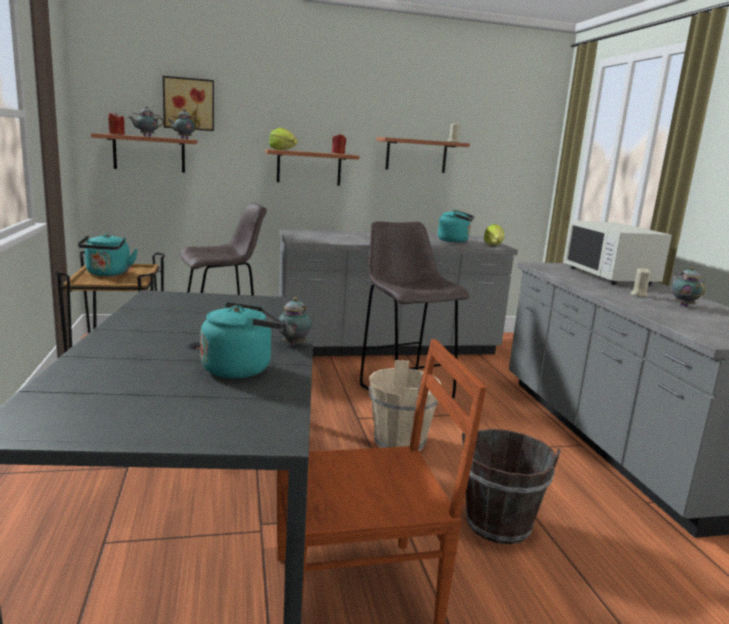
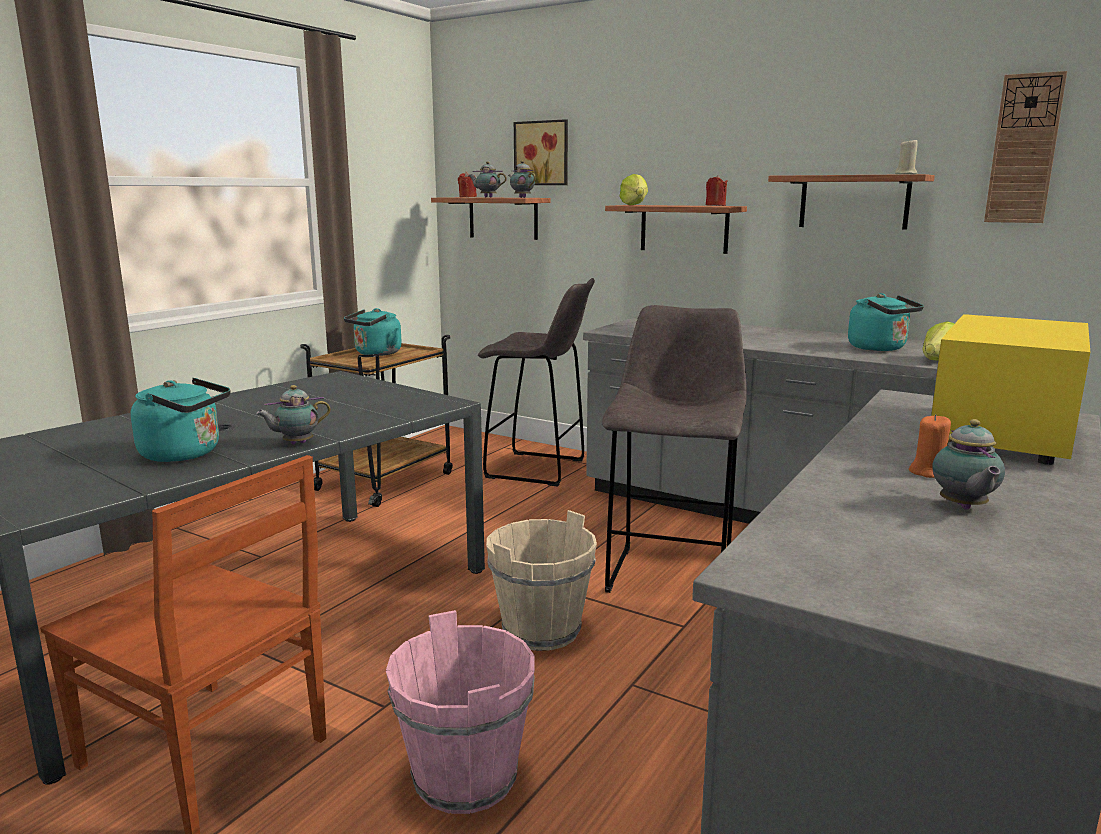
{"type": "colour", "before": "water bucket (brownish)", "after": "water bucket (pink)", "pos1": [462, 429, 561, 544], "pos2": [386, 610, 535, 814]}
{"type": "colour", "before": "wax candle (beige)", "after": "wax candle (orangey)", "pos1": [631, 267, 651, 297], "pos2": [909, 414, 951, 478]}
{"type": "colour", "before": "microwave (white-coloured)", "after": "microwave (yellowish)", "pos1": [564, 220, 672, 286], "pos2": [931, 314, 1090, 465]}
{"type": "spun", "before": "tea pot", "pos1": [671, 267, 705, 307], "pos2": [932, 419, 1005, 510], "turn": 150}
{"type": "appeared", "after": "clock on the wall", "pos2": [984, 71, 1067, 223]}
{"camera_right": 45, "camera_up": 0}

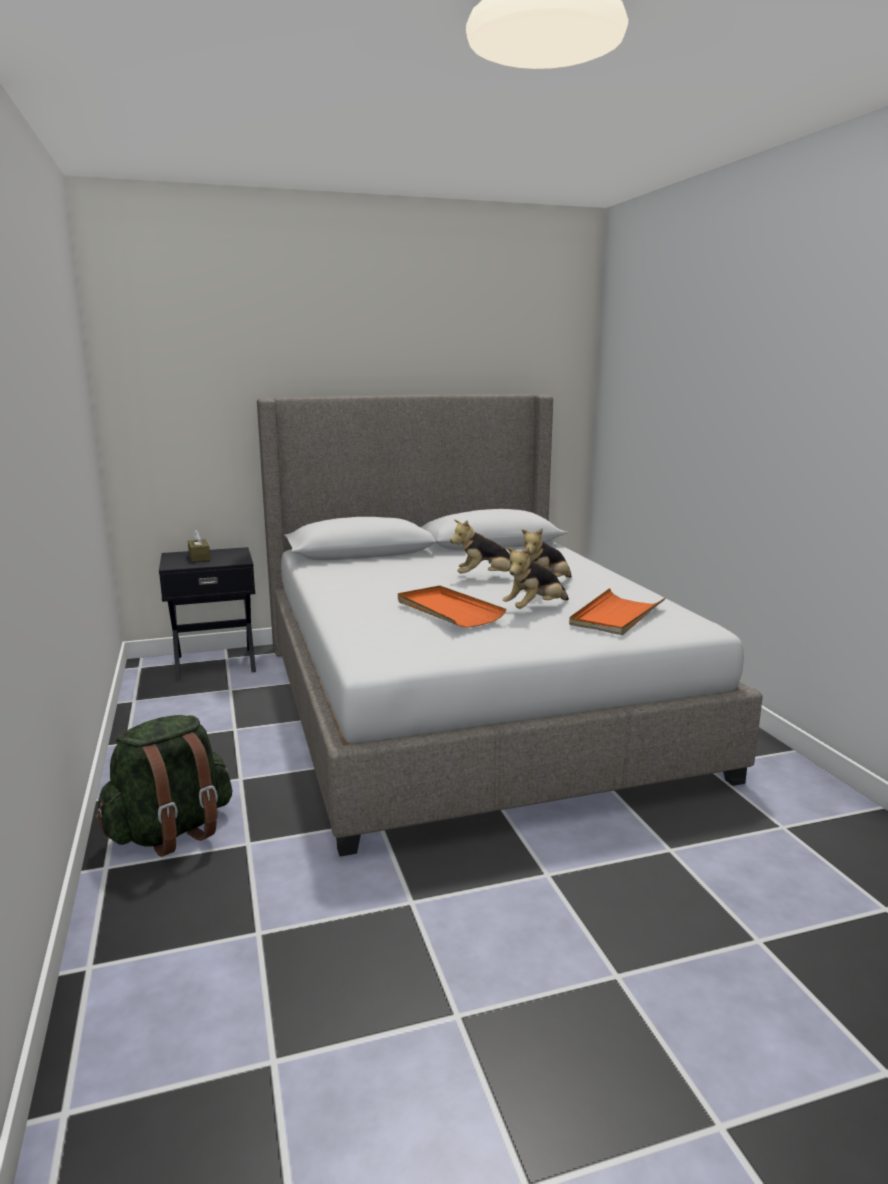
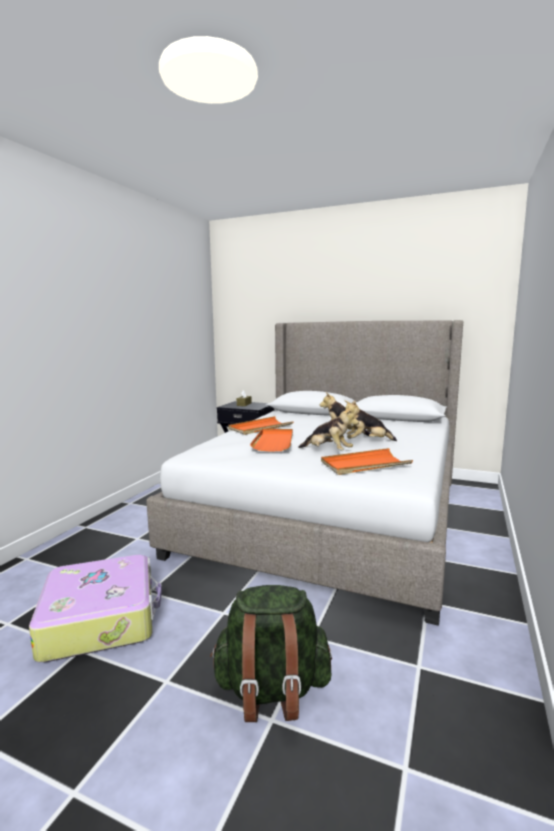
{"type": "appeared", "after": "piece of luggage", "pos2": [29, 555, 162, 662]}
{"type": "relocated", "before": "rucksack (greenish)", "pos1": [95, 715, 233, 857], "pos2": [210, 585, 332, 722]}
{"type": "appeared", "after": "carrying tray (orangey)", "pos2": [228, 416, 294, 435]}
{"type": "spun", "before": "cuddly toy", "pos1": [503, 547, 569, 609], "pos2": [298, 405, 359, 450], "turn": -150}
{"camera_right": 40, "camera_up": -5}

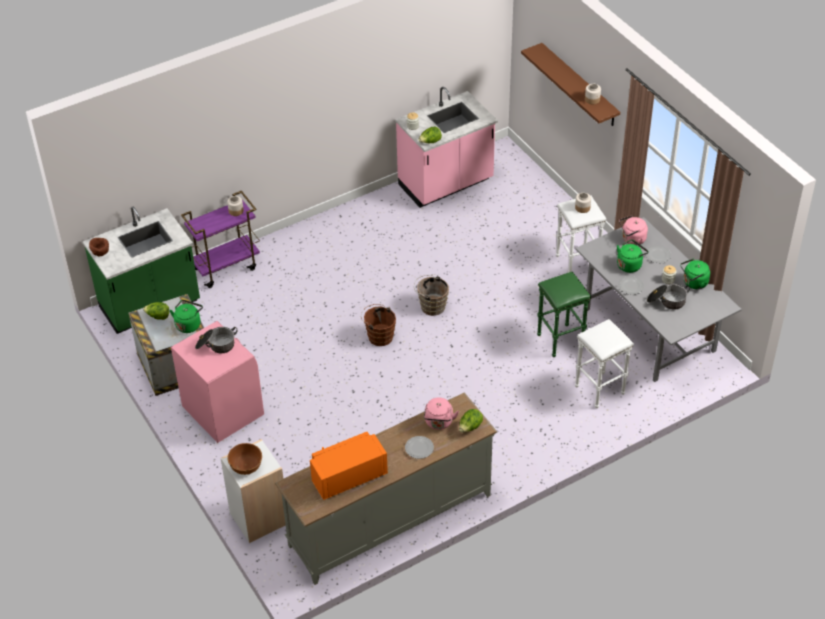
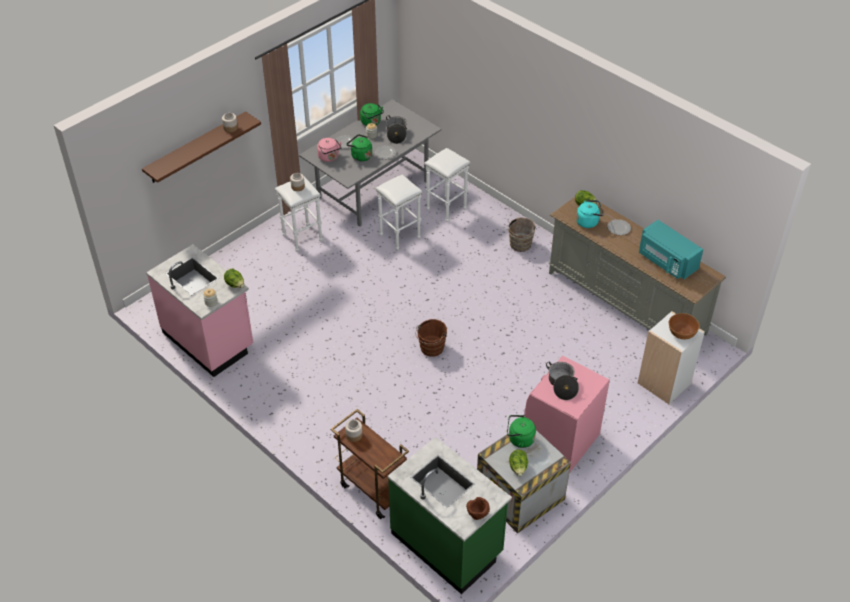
{"type": "colour", "before": "trolley (purplish)", "after": "trolley (brownish)", "pos1": [181, 190, 260, 288], "pos2": [331, 409, 409, 519]}
{"type": "colour", "before": "stool (greenish)", "after": "stool (white-coloured)", "pos1": [537, 272, 591, 357], "pos2": [376, 175, 422, 250]}
{"type": "relocated", "before": "water bucket (brownish)", "pos1": [414, 275, 449, 316], "pos2": [507, 217, 537, 252]}
{"type": "colour", "before": "water kettle (pink)", "after": "water kettle (turquoise-coloured)", "pos1": [424, 397, 459, 430], "pos2": [576, 200, 604, 228]}
{"type": "colour", "before": "microwave (orangey)", "after": "microwave (turquoise-coloured)", "pos1": [310, 432, 388, 500], "pos2": [639, 220, 704, 279]}
{"camera_right": -105, "camera_up": 0}

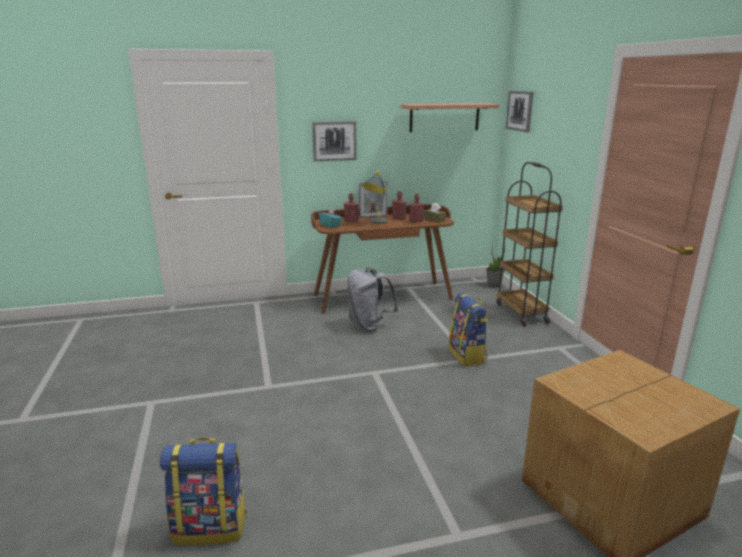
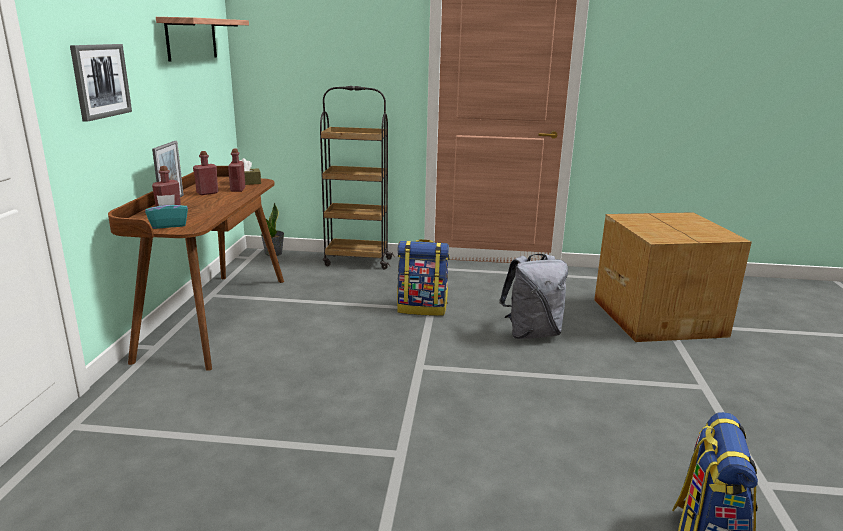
{"type": "relocated", "before": "rucksack (gray)", "pos1": [347, 268, 398, 331], "pos2": [499, 254, 568, 339]}
{"type": "missing", "before": "tabletop lamp (gray)", "pos1": [362, 171, 388, 224]}
{"type": "missing", "before": "wall art", "pos1": [506, 91, 534, 132]}
{"camera_right": -70, "camera_up": 0}

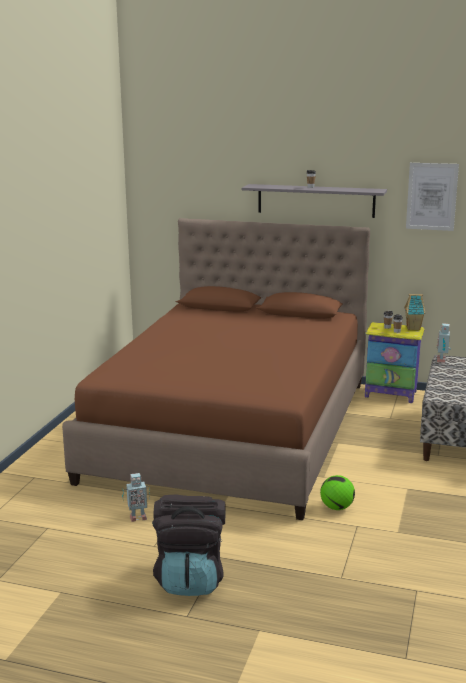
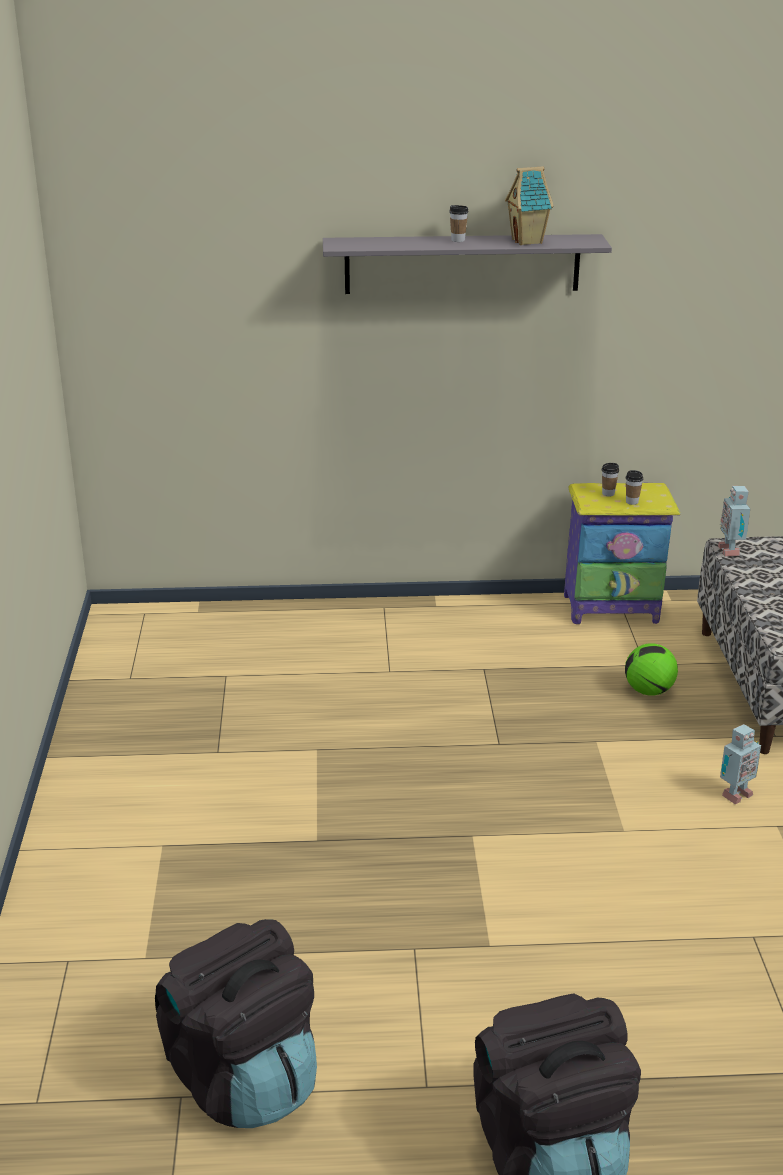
{"type": "appeared", "after": "rucksack (blackish)", "pos2": [155, 919, 317, 1128]}
{"type": "relocated", "before": "toy house", "pos1": [404, 294, 425, 330], "pos2": [505, 166, 554, 245]}
{"type": "relocated", "before": "football", "pos1": [320, 475, 355, 510], "pos2": [625, 643, 678, 695]}
{"type": "relocated", "before": "robot figure", "pos1": [122, 473, 150, 522], "pos2": [720, 724, 761, 805]}
{"type": "missing", "before": "sleeping bed (brownish)", "pos1": [62, 218, 370, 520]}
{"type": "missing", "before": "wall art", "pos1": [406, 163, 459, 231]}
{"camera_right": -20, "camera_up": 10}

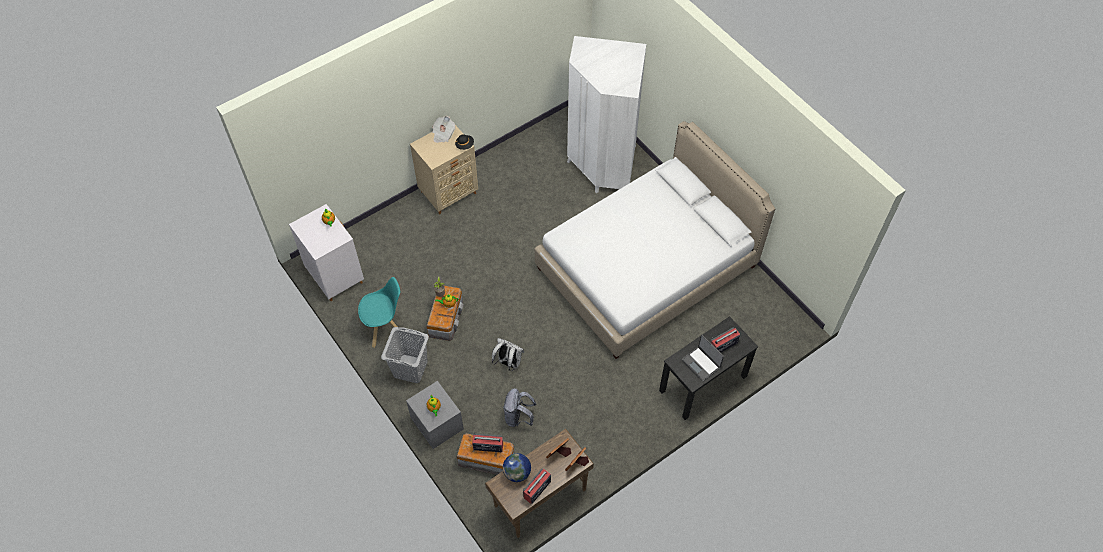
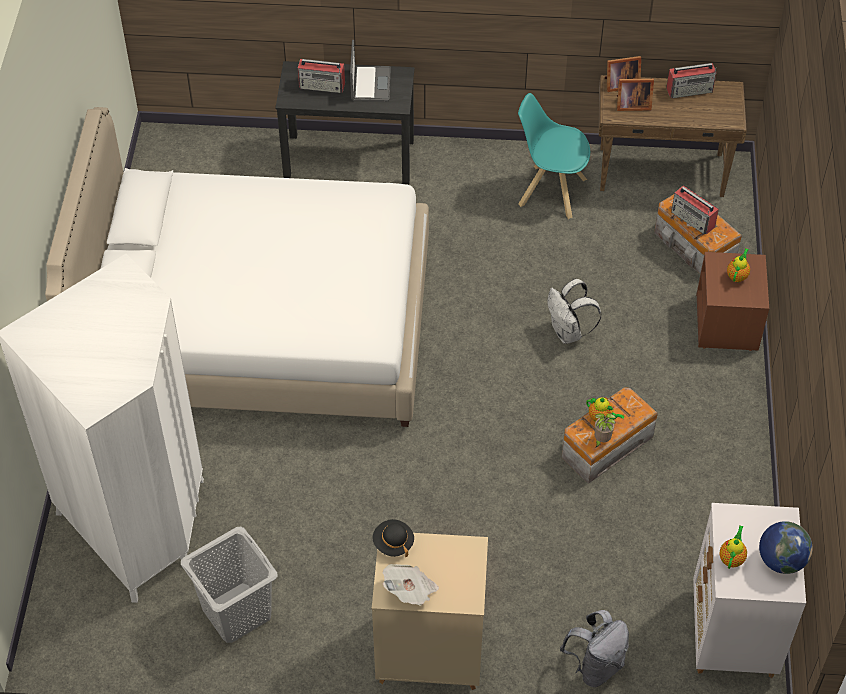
{"type": "relocated", "before": "washing basket (gray)", "pos1": [381, 327, 429, 383], "pos2": [181, 527, 278, 643]}
{"type": "relocated", "before": "chair (turquoise-coloured)", "pos1": [358, 277, 400, 348], "pos2": [518, 93, 590, 219]}
{"type": "relocated", "before": "rucksack (gray)", "pos1": [503, 388, 536, 427], "pos2": [560, 610, 629, 687]}
{"type": "colour", "before": "nightstand (gray)", "after": "nightstand (brownish)", "pos1": [406, 381, 464, 449], "pos2": [696, 252, 769, 351]}
{"type": "relocated", "before": "desk globe", "pos1": [503, 453, 531, 482], "pos2": [759, 521, 813, 574]}
{"camera_right": -140, "camera_up": -5}

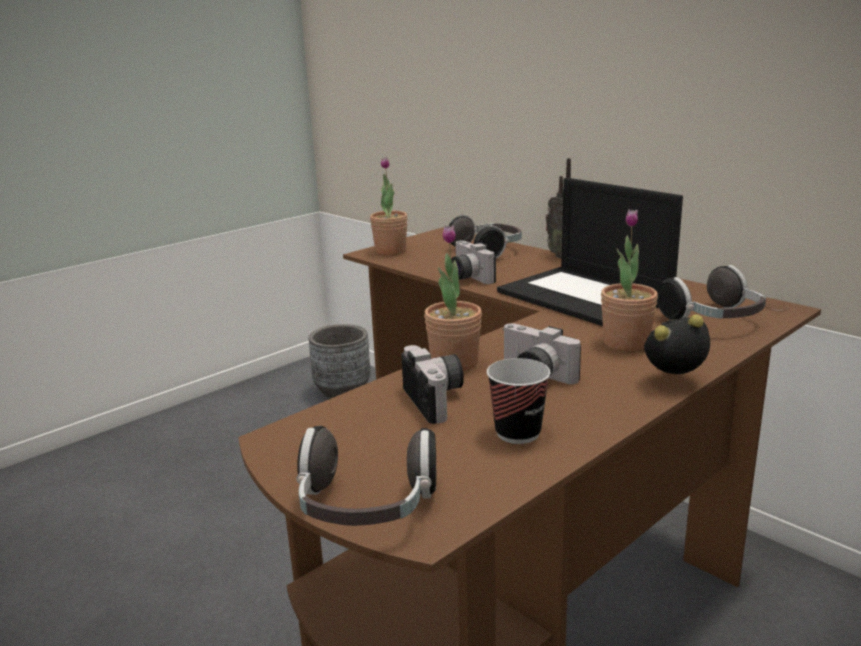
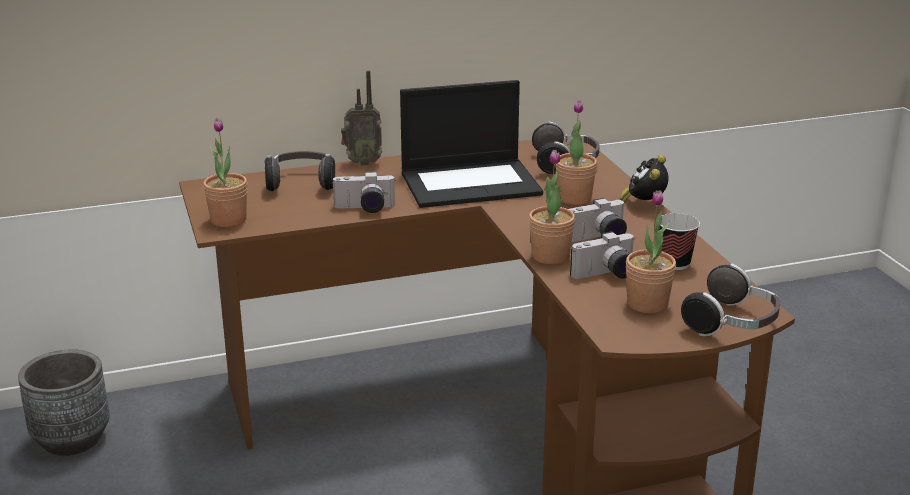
{"type": "spun", "before": "photo camera", "pos1": [401, 345, 464, 424], "pos2": [570, 231, 635, 279], "turn": 150}
{"type": "appeared", "after": "plant in a pot", "pos2": [626, 190, 676, 314]}
{"camera_right": -65, "camera_up": 5}

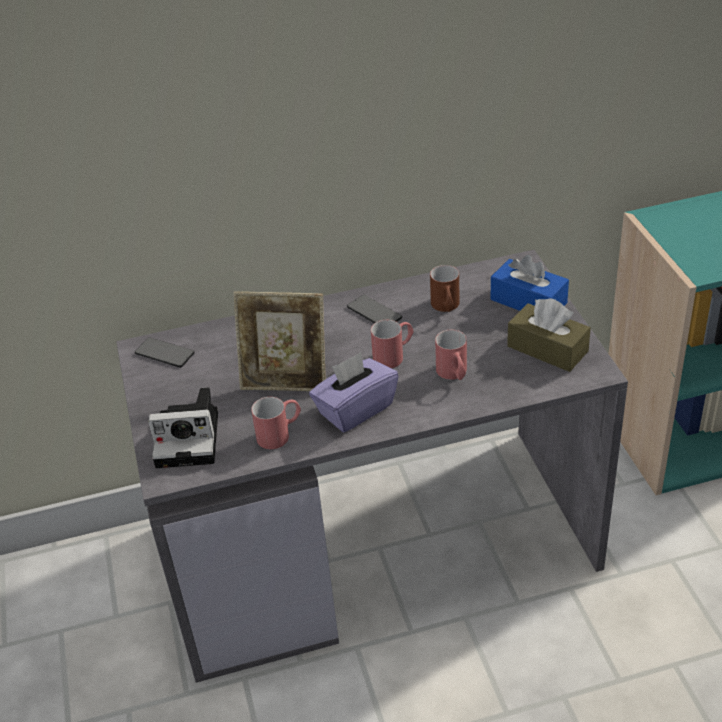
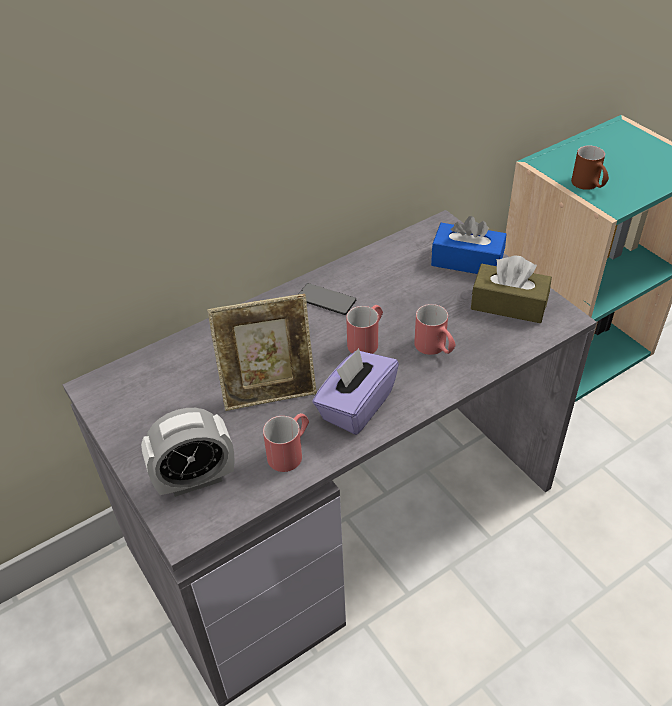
{"type": "exchanged", "before": "photo camera", "after": "alarm clock", "pos1": [148, 387, 218, 468], "pos2": [141, 408, 235, 497]}
{"type": "relocated", "before": "tea mug (brownish)", "pos1": [430, 265, 459, 312], "pos2": [571, 146, 609, 190]}
{"type": "missing", "before": "phone", "pos1": [135, 338, 195, 368]}
{"camera_right": -20, "camera_up": 5}

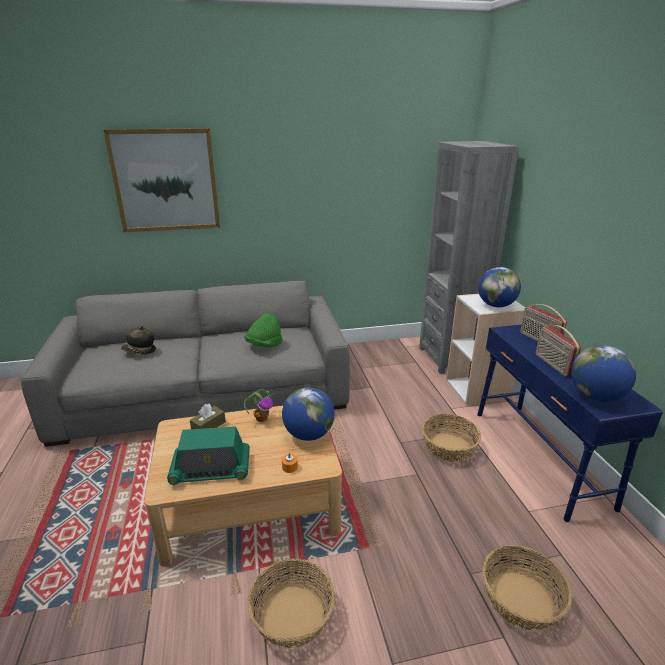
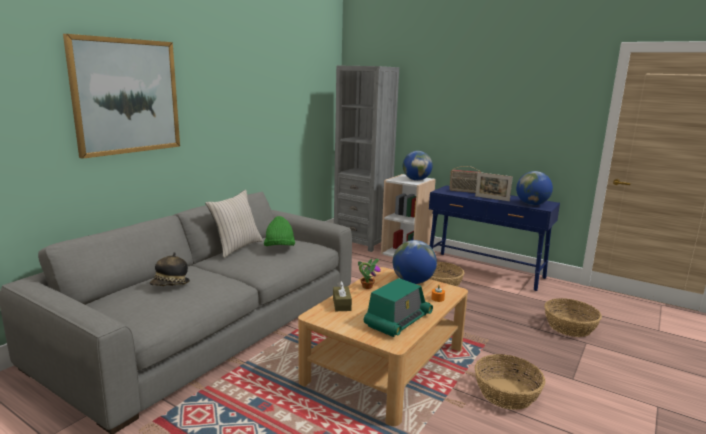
{"type": "appeared", "after": "pillow (beige)", "pos2": [205, 190, 263, 258]}
{"type": "exchanged", "before": "radio set", "after": "picture frame", "pos1": [536, 325, 581, 377], "pos2": [475, 172, 513, 201]}
{"camera_right": -45, "camera_up": -10}

